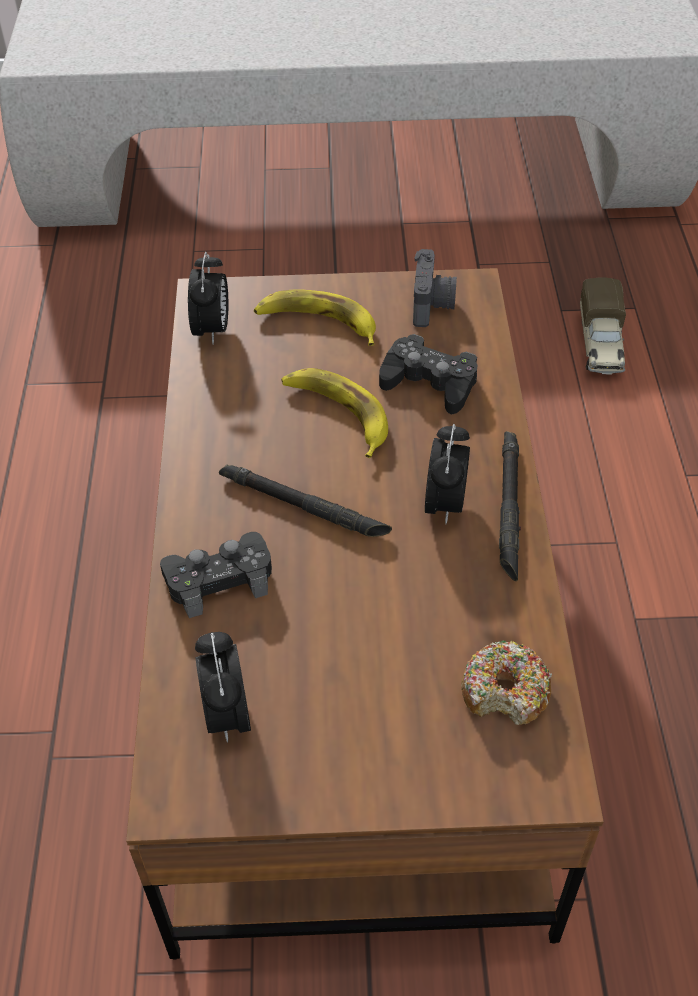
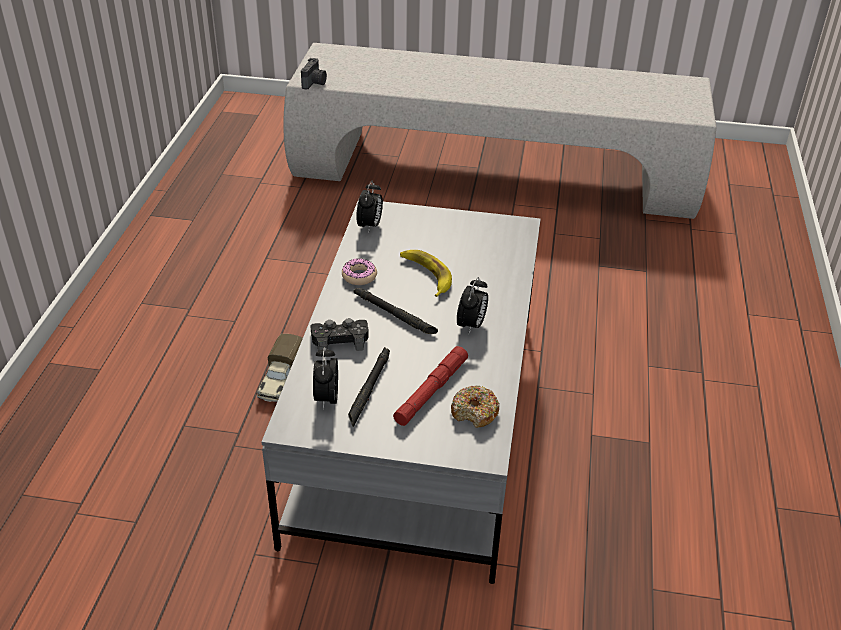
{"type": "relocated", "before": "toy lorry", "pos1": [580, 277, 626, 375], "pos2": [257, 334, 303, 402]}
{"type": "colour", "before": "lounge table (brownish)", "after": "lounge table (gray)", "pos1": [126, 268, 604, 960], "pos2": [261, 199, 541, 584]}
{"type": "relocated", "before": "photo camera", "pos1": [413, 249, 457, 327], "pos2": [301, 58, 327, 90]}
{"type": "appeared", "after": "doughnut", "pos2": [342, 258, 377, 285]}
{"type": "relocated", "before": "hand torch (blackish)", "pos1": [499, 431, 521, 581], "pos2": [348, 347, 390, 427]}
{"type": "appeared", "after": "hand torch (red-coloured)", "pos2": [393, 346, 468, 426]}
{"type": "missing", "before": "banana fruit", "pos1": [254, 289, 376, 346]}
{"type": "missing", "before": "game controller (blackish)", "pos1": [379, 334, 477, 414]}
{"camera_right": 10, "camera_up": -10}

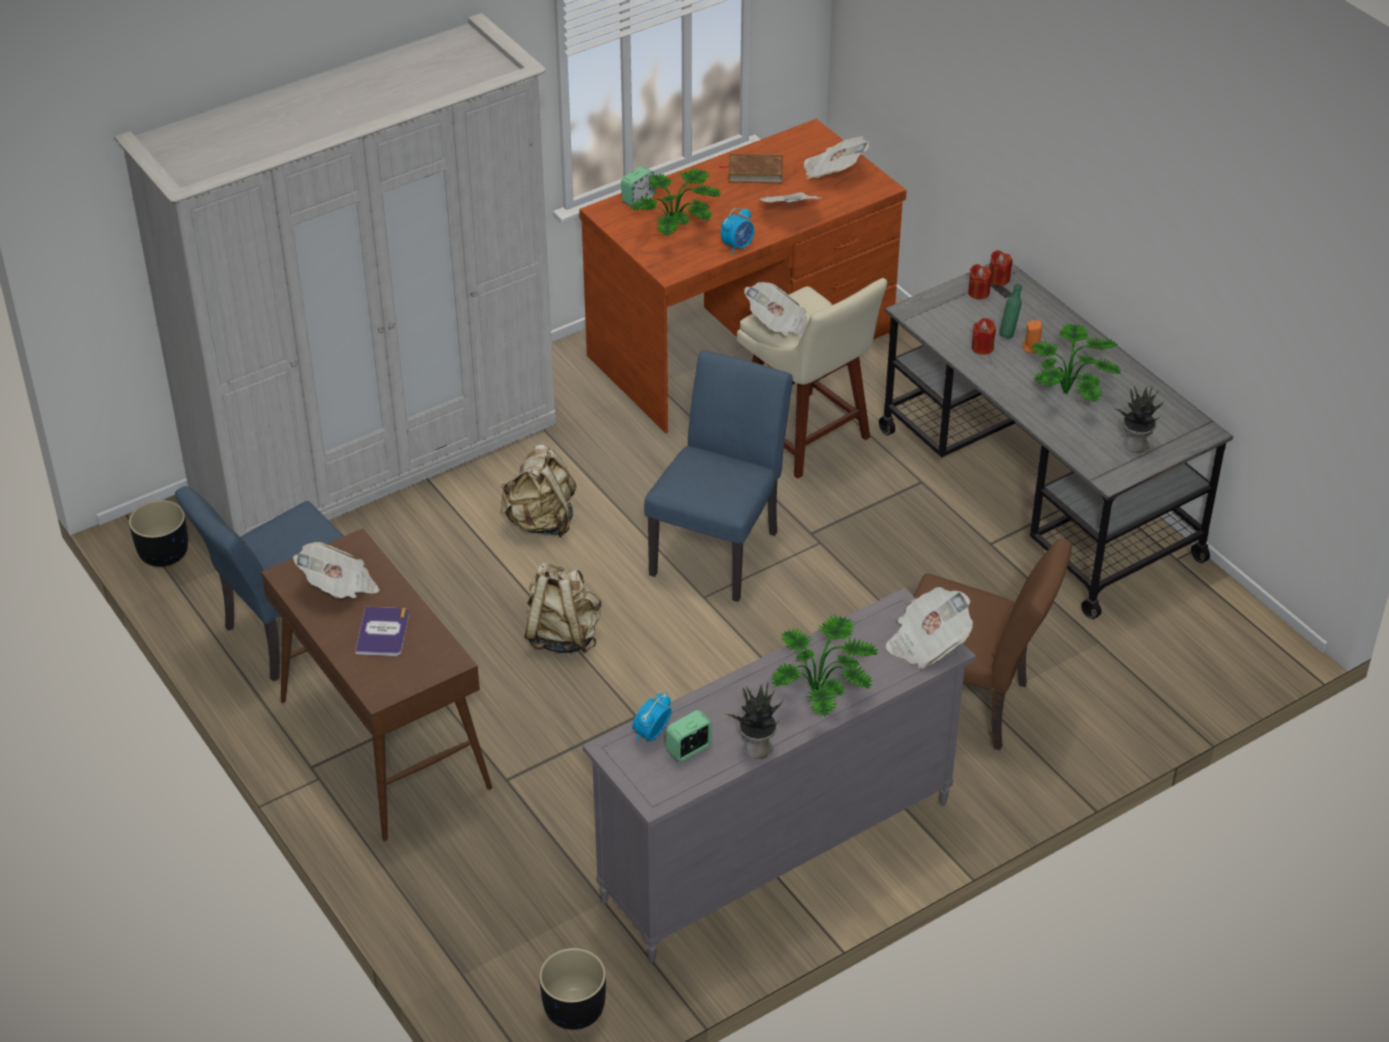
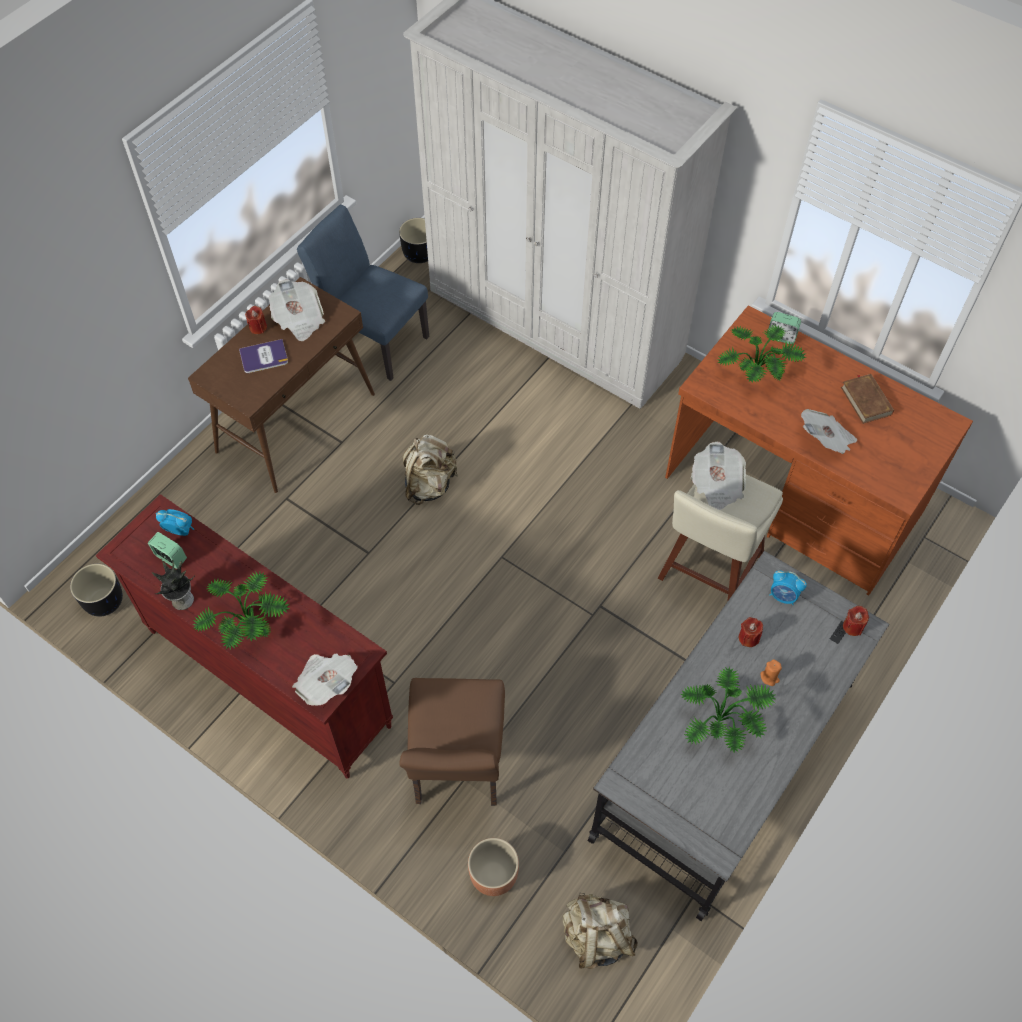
{"type": "colour", "before": "drawer chest (gray)", "after": "drawer chest (red-coloured)", "pos1": [583, 588, 976, 963], "pos2": [96, 494, 393, 779]}
{"type": "relocated", "before": "wax candle (red-coloured)", "pos1": [968, 264, 992, 299], "pos2": [245, 306, 267, 334]}
{"type": "appeared", "after": "planter (brownish)", "pos2": [468, 838, 519, 896]}
{"type": "relocated", "before": "rucksack (beige)", "pos1": [501, 444, 576, 537], "pos2": [563, 893, 638, 969]}
{"type": "relocated", "before": "alarm clock", "pos1": [721, 208, 754, 254], "pos2": [769, 570, 807, 605]}
{"type": "missing", "before": "chair (blue-coloured)", "pos1": [644, 350, 793, 602]}
{"type": "missing", "before": "daily paper", "pos1": [804, 136, 869, 179]}
{"type": "missing", "before": "beverage bottle (greenish)", "pos1": [999, 284, 1022, 338]}
{"type": "missing", "before": "plant in a pot", "pos1": [1113, 386, 1165, 453]}
{"camera_right": 70, "camera_up": 15}

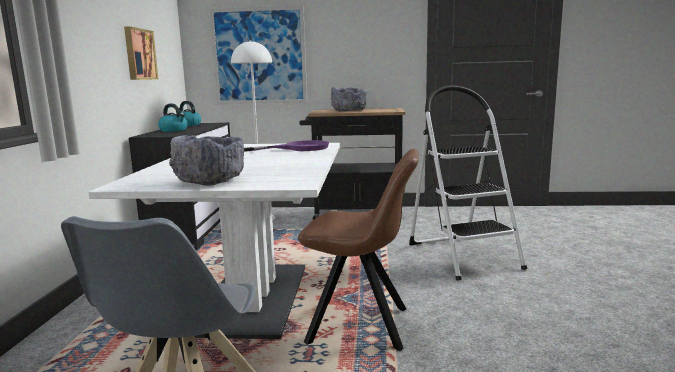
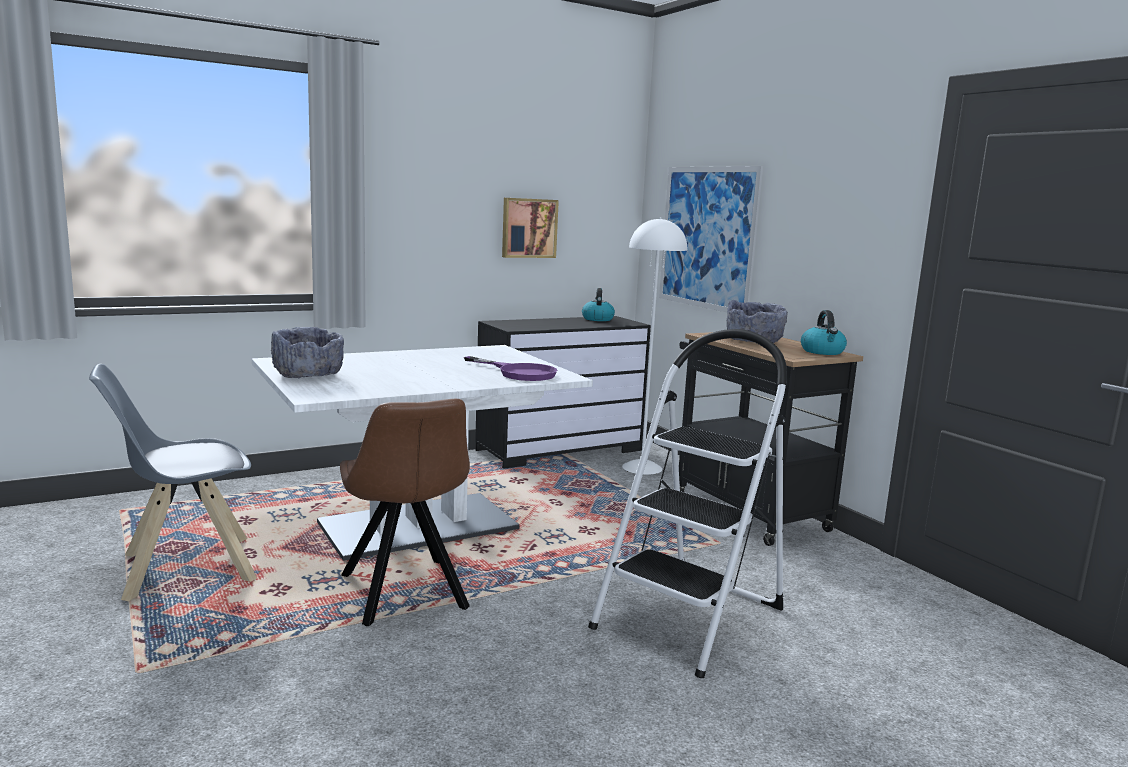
{"type": "relocated", "before": "water kettle", "pos1": [158, 104, 188, 132], "pos2": [801, 310, 847, 355]}
{"camera_right": 55, "camera_up": 0}

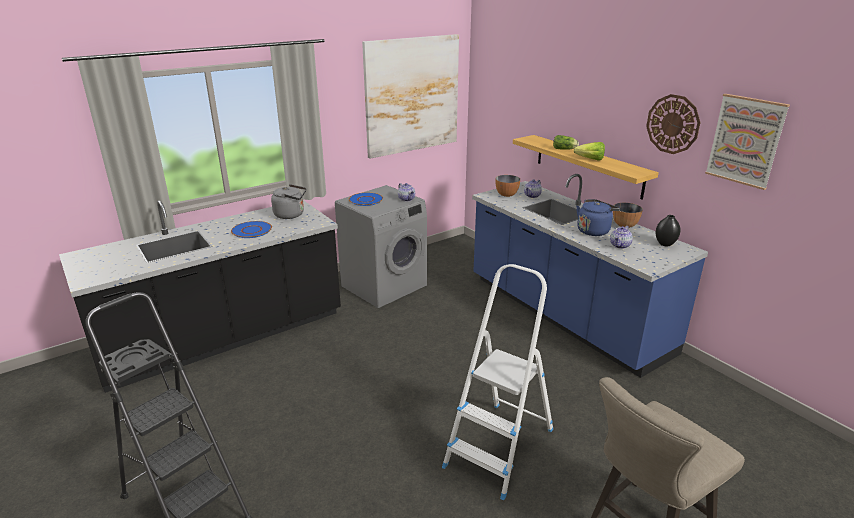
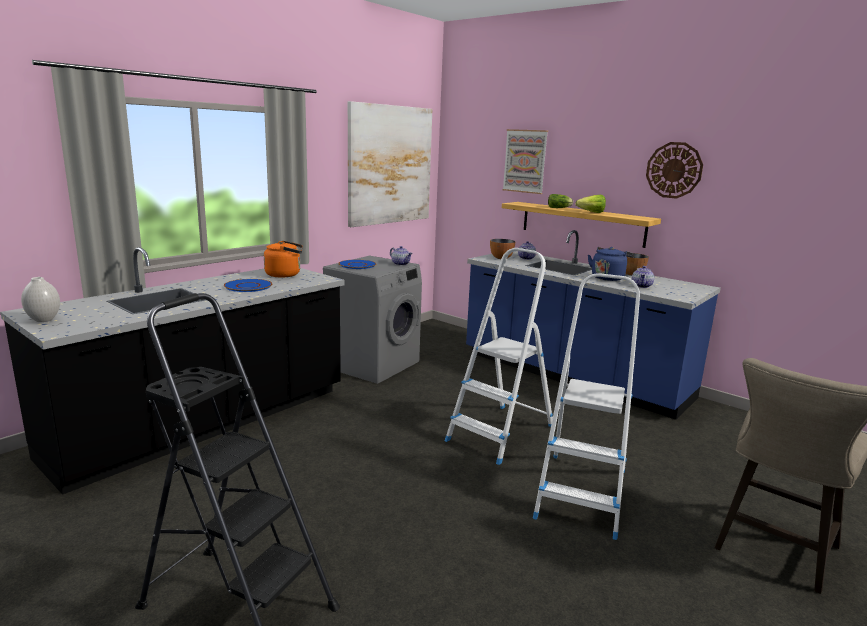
{"type": "appeared", "after": "vase (white-coloured)", "pos2": [21, 277, 60, 322]}
{"type": "colour", "before": "water kettle (gray)", "after": "water kettle (orangey)", "pos1": [271, 184, 306, 219], "pos2": [264, 241, 302, 278]}
{"type": "appeared", "after": "step stool (white-coloured)", "pos2": [445, 248, 553, 465]}
{"type": "relocated", "before": "wall art", "pos1": [705, 94, 790, 190], "pos2": [502, 129, 548, 194]}
{"type": "missing", "before": "vase (blackish)", "pos1": [656, 215, 681, 247]}
{"camera_right": -15, "camera_up": -10}

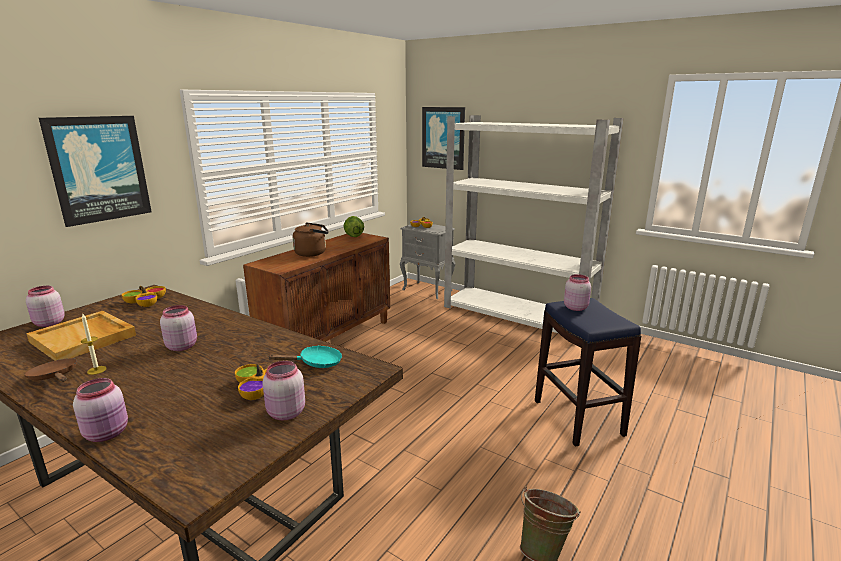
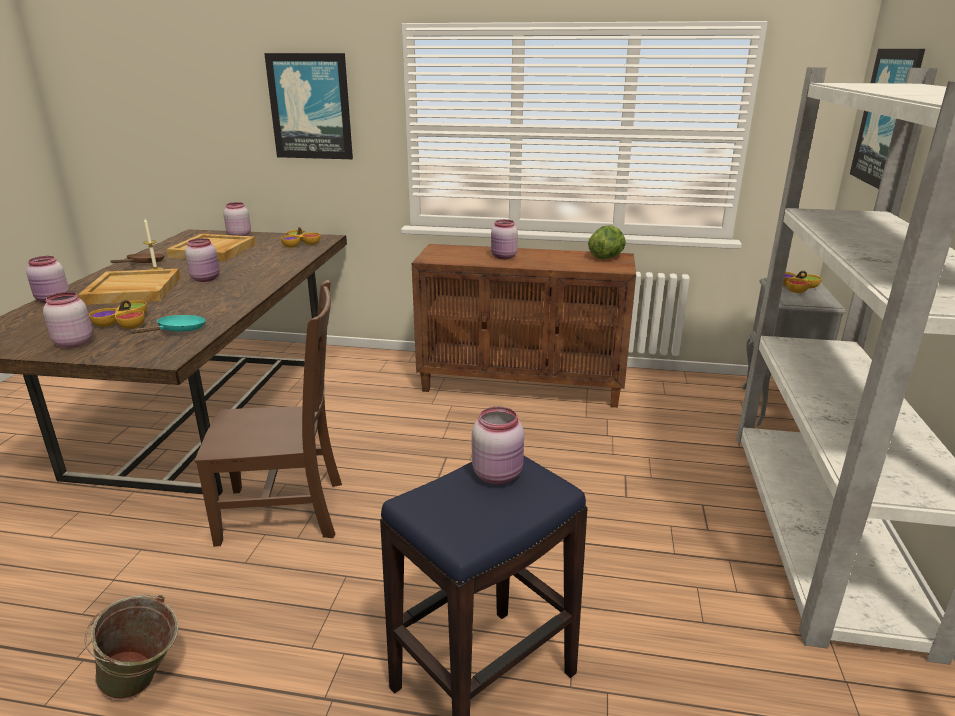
{"type": "appeared", "after": "carrying tray (beige)", "pos2": [78, 269, 181, 305]}
{"type": "spun", "before": "skillet (turquoise-coloured)", "pos1": [267, 346, 342, 368], "pos2": [129, 315, 206, 334], "turn": -105}
{"type": "appeared", "after": "chair (brownish)", "pos2": [195, 280, 342, 547]}
{"type": "exchanged", "before": "water kettle (brownish)", "after": "storage jar (pink)", "pos1": [293, 223, 329, 257], "pos2": [491, 220, 518, 259]}
{"camera_right": 65, "camera_up": 5}

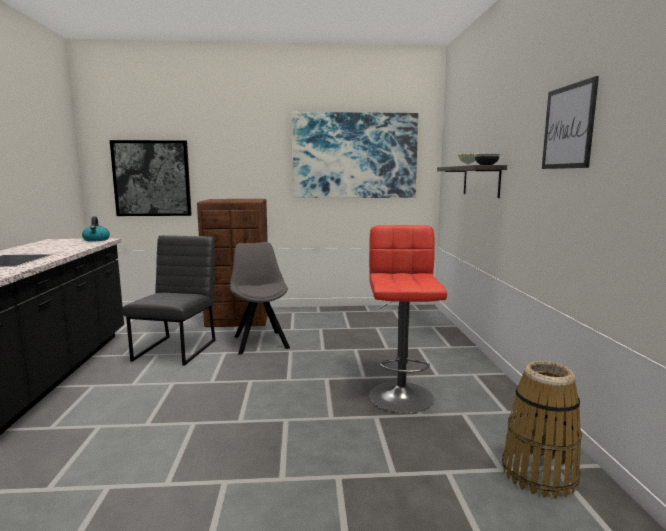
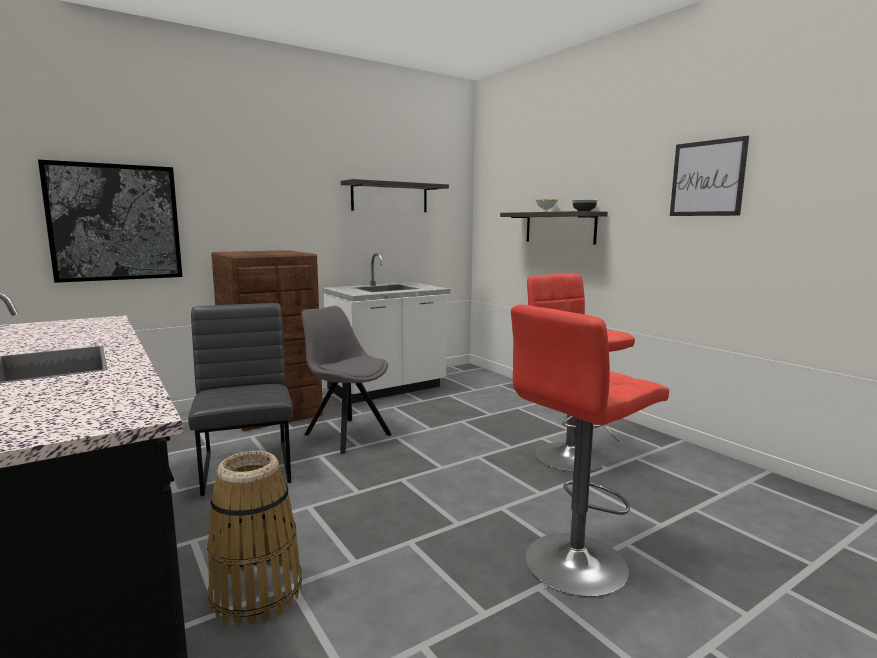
{"type": "relocated", "before": "basket", "pos1": [502, 361, 582, 498], "pos2": [207, 451, 302, 625]}
{"type": "appeared", "after": "kitchen base unit (white-coloured)", "pos2": [322, 253, 450, 403]}
{"type": "exchanged", "before": "wall art", "after": "wall shelf", "pos1": [292, 112, 418, 198], "pos2": [341, 179, 449, 212]}
{"type": "appeared", "after": "stool (red-coloured)", "pos2": [511, 304, 669, 597]}
{"type": "missing", "before": "water kettle", "pos1": [82, 216, 110, 241]}
{"camera_right": -30, "camera_up": 0}

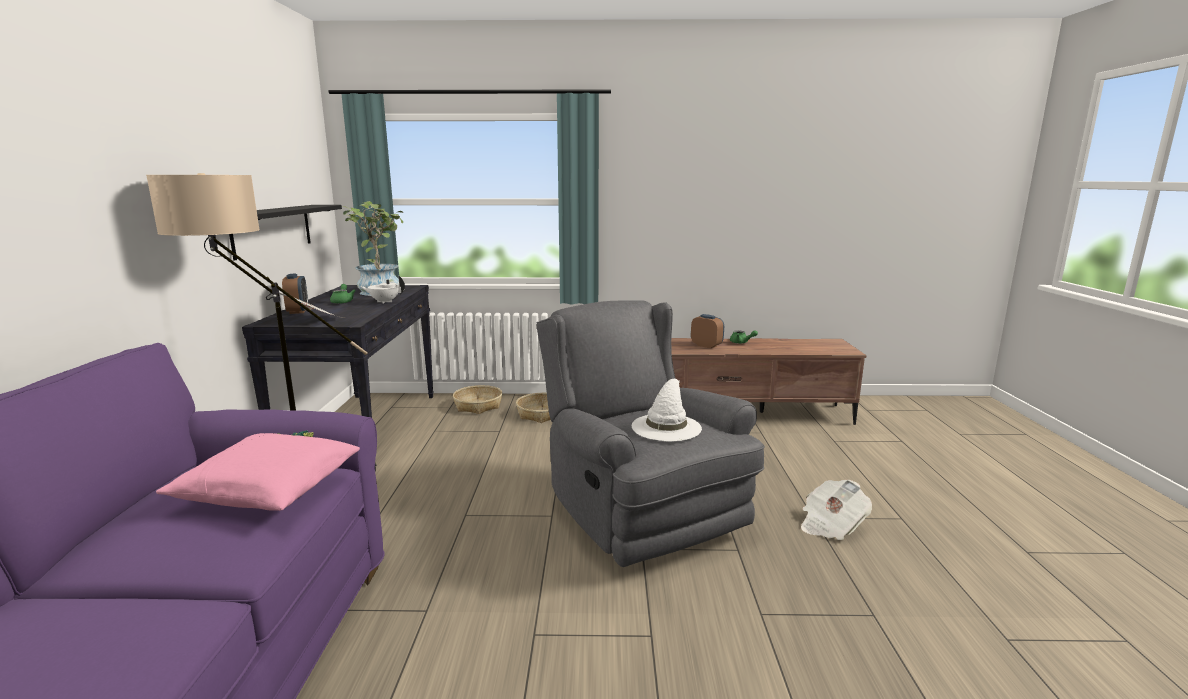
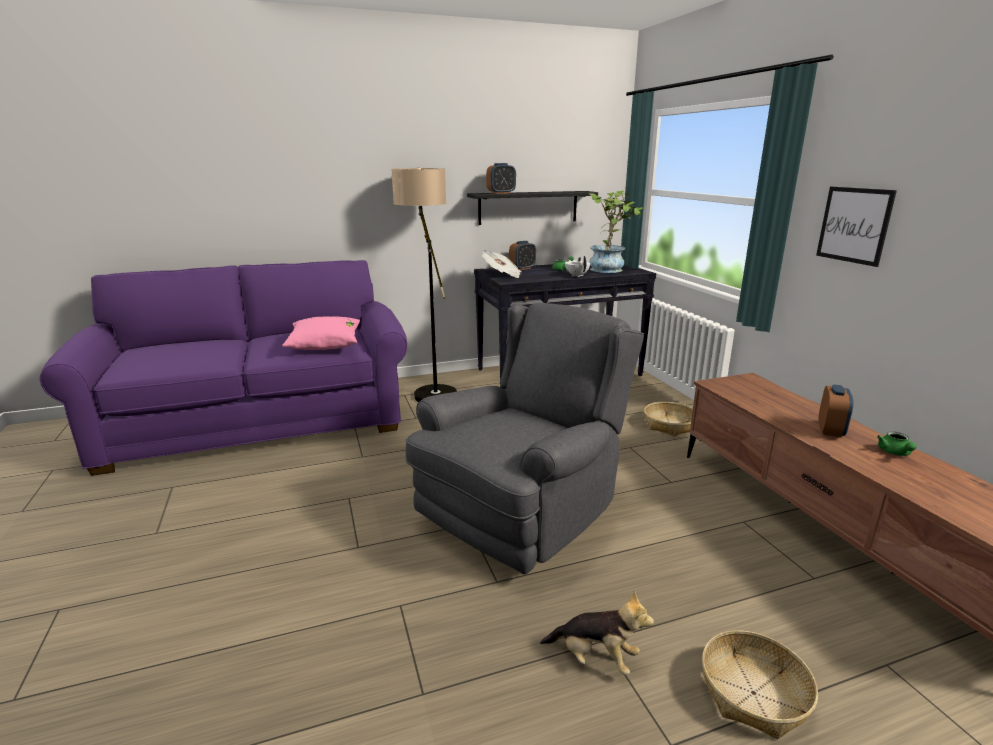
{"type": "appeared", "after": "alarm clock", "pos2": [486, 163, 516, 194]}
{"type": "exchanged", "before": "daily paper", "after": "cuddly toy", "pos1": [801, 480, 872, 540], "pos2": [540, 590, 654, 675]}
{"type": "relocated", "before": "basket", "pos1": [453, 385, 502, 414], "pos2": [702, 630, 818, 739]}
{"type": "appeared", "after": "wall art", "pos2": [816, 187, 897, 267]}
{"type": "missing", "before": "hat (white-coloured)", "pos1": [632, 379, 702, 442]}
{"camera_right": 70, "camera_up": 5}

